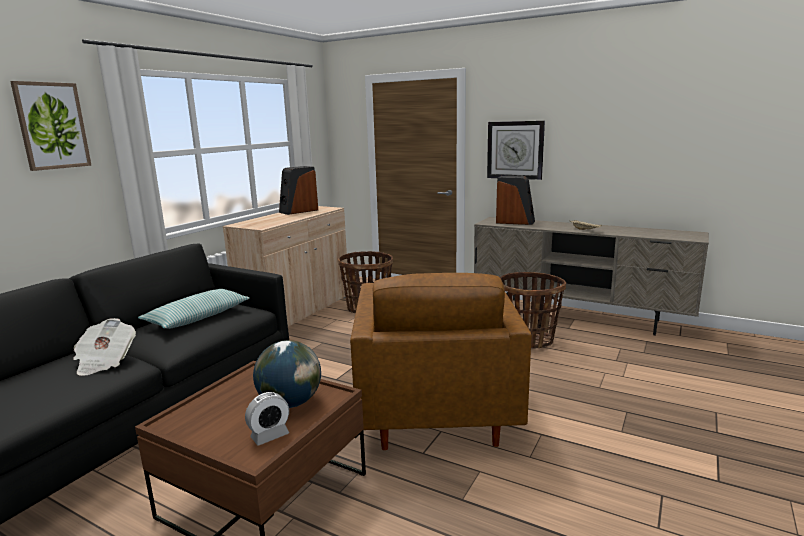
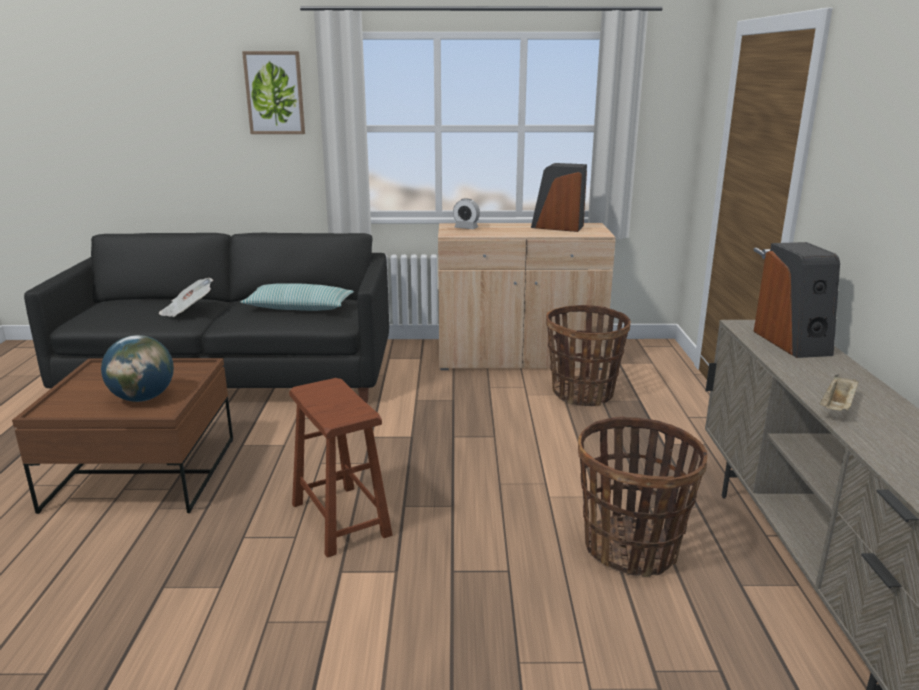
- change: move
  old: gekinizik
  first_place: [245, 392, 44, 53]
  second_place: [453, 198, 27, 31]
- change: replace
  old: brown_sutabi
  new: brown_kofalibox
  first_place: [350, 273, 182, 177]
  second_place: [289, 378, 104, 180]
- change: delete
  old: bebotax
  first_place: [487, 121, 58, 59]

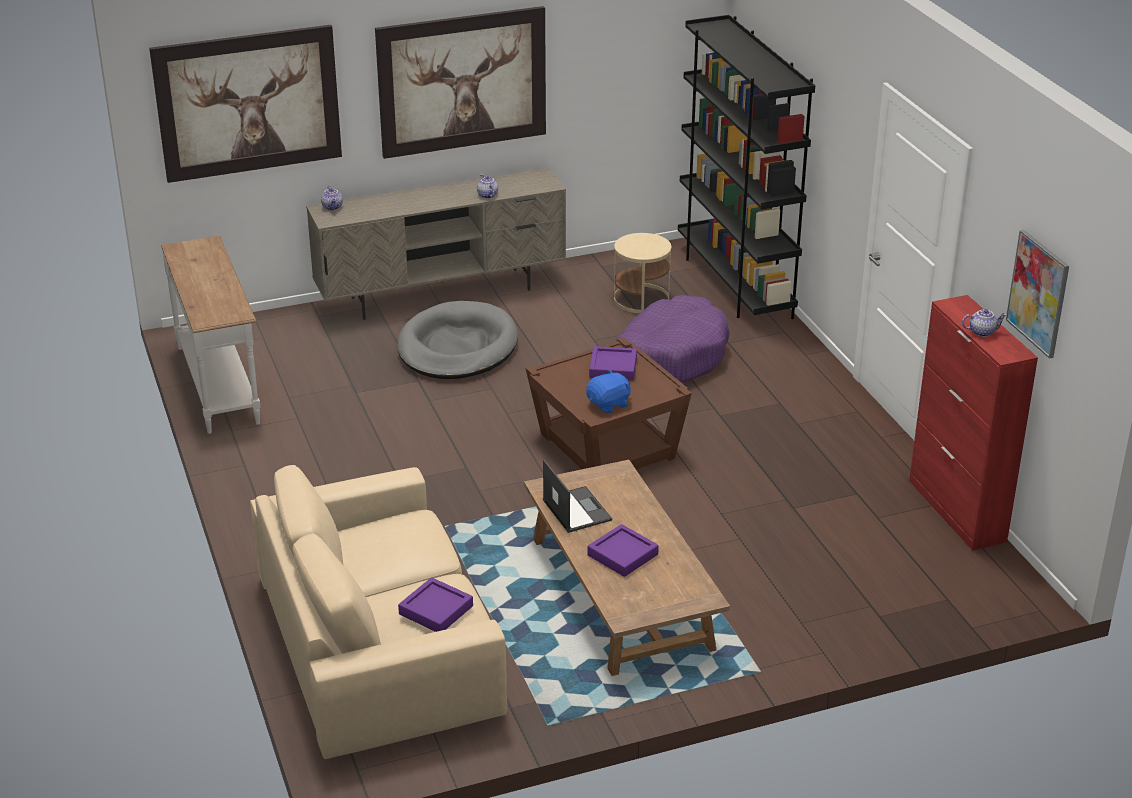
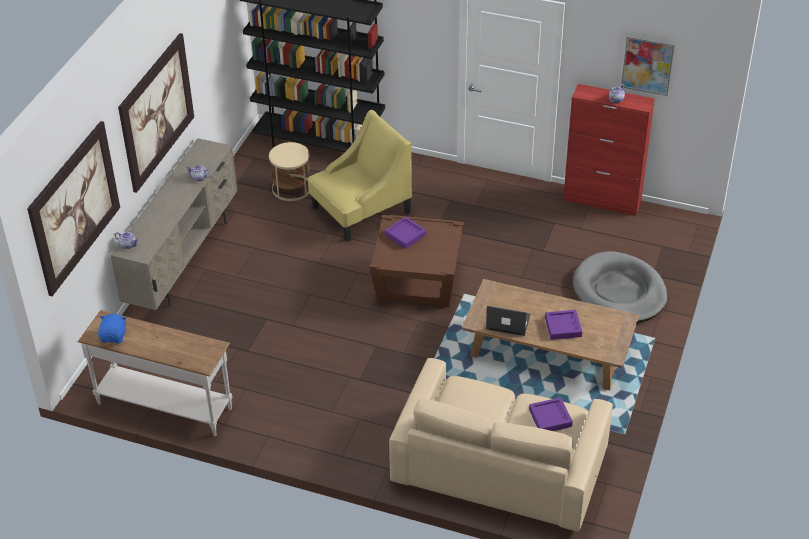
- change: move
  old: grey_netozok
  first_place: [397, 301, 121, 78]
  second_place: [573, 251, 94, 71]
- change: move
  old: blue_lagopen
  first_place: [586, 370, 45, 43]
  second_place: [98, 314, 28, 29]
- change: replace
  old: purple_netozok
  new: yellow_sutabi
  first_place: [616, 295, 114, 88]
  second_place: [308, 110, 104, 132]

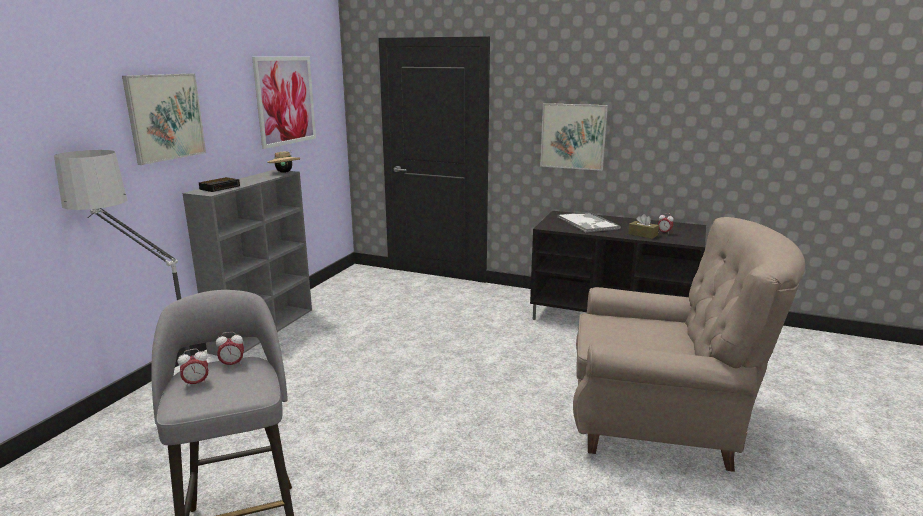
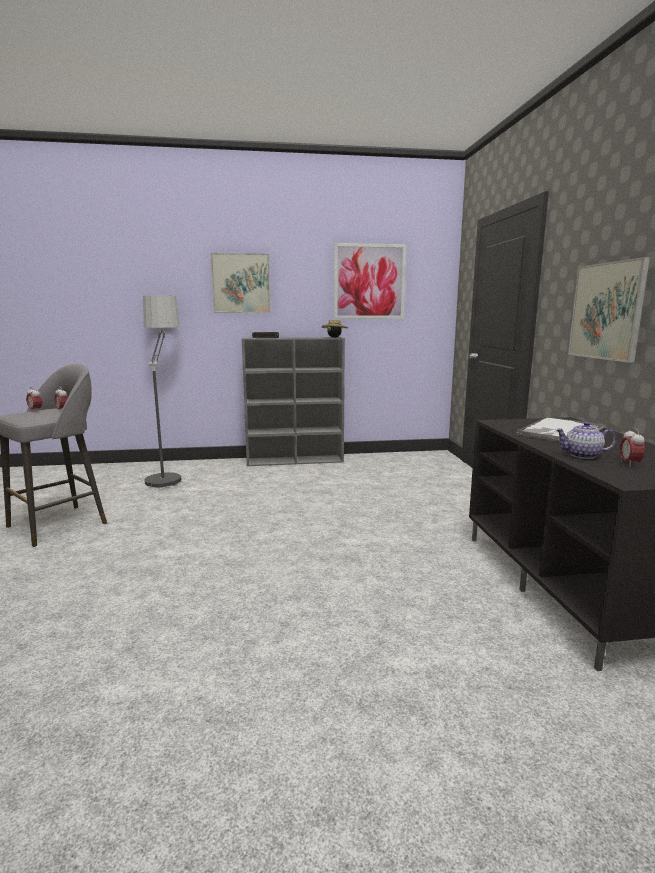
- change: delete
  old: beige_sutabi
  first_place: [573, 217, 232, 255]
- change: replace
  old: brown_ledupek
  new: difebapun
  first_place: [628, 214, 31, 25]
  second_place: [555, 422, 61, 37]

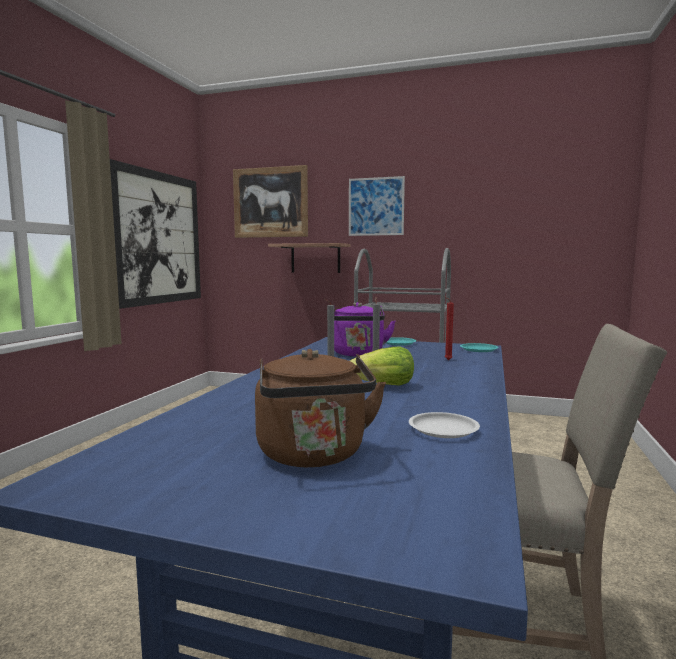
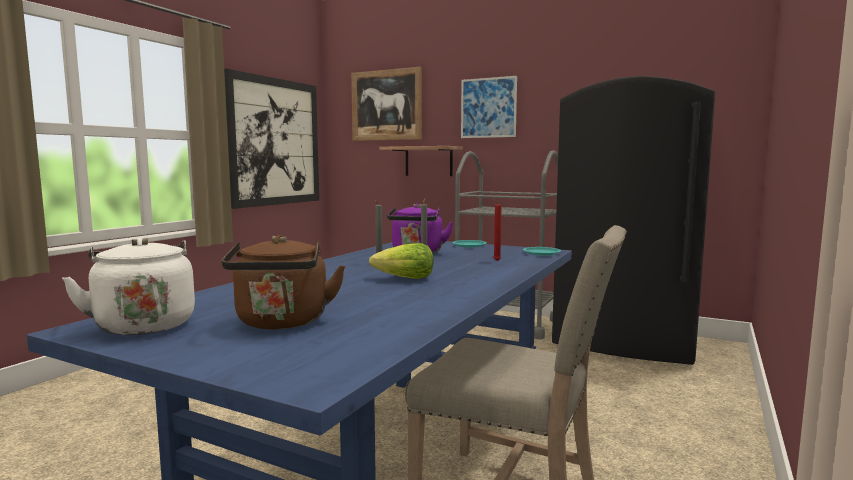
- change: delete
  old: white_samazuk
  first_place: [409, 412, 71, 26]
- change: insert
  new: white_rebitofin
  second_place: [62, 238, 133, 97]
- change: insert
  new: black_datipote
  second_place: [552, 76, 163, 289]

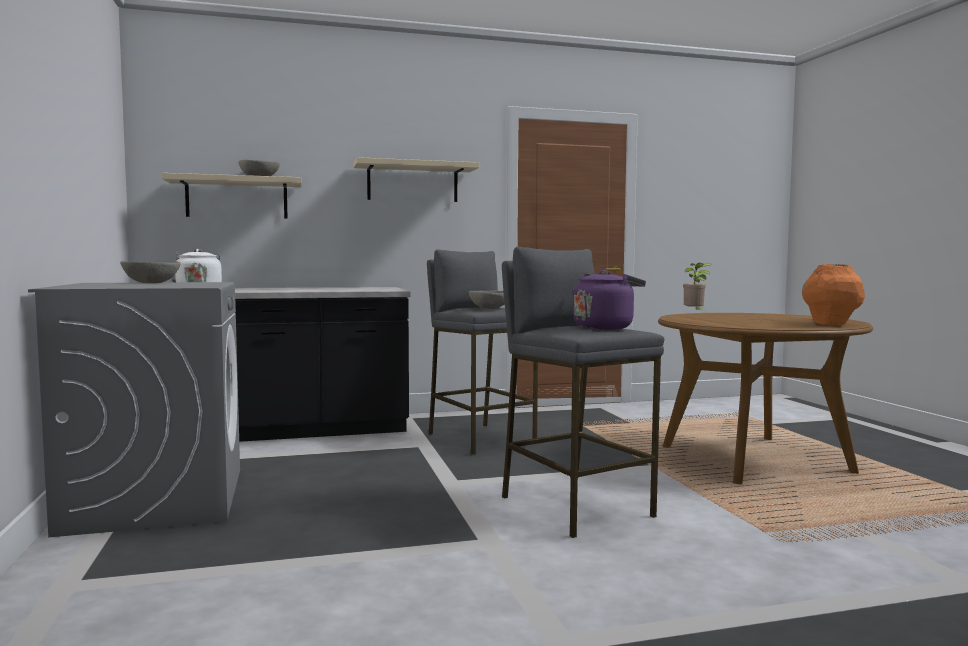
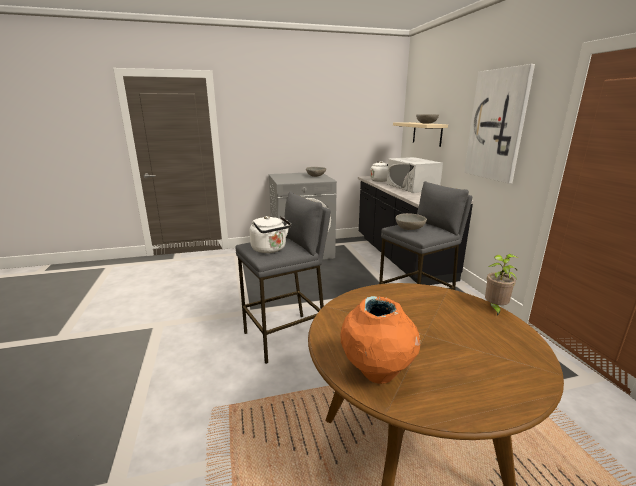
- change: replace
  old: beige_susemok
  new: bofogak
  first_place: [353, 157, 126, 45]
  second_place: [464, 64, 71, 120]
- change: recolor
  old: purple_rebitofin
  new: white_rebitofin
  first_place: [572, 270, 74, 60]
  second_place: [250, 216, 41, 37]
- change: insert
  new: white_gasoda
  second_place: [387, 157, 56, 36]

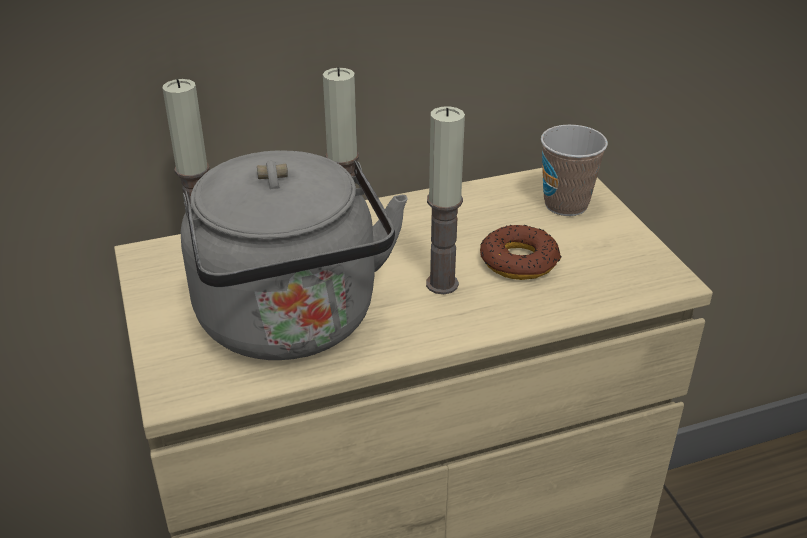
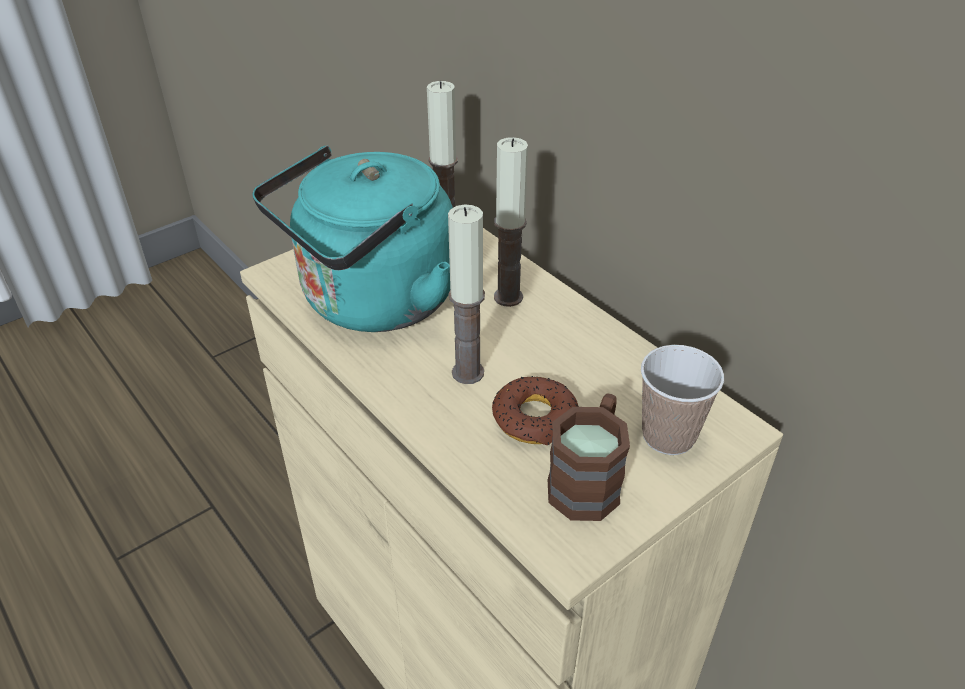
- change: recolor
  old: grey_rebitofin
  new: turquoise_rebitofin
  first_place: [181, 150, 227, 210]
  second_place: [252, 145, 201, 187]
- change: insert
  new: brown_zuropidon
  second_place: [548, 394, 82, 127]

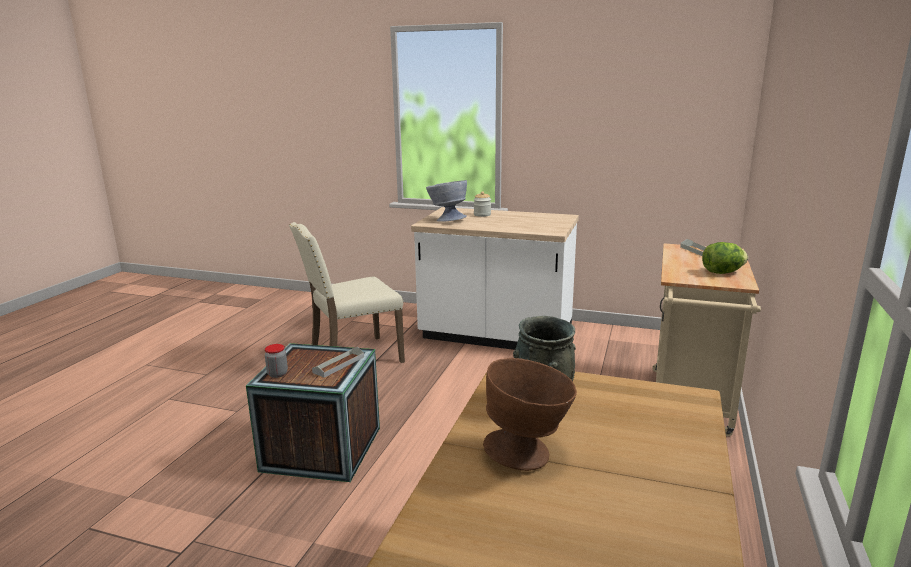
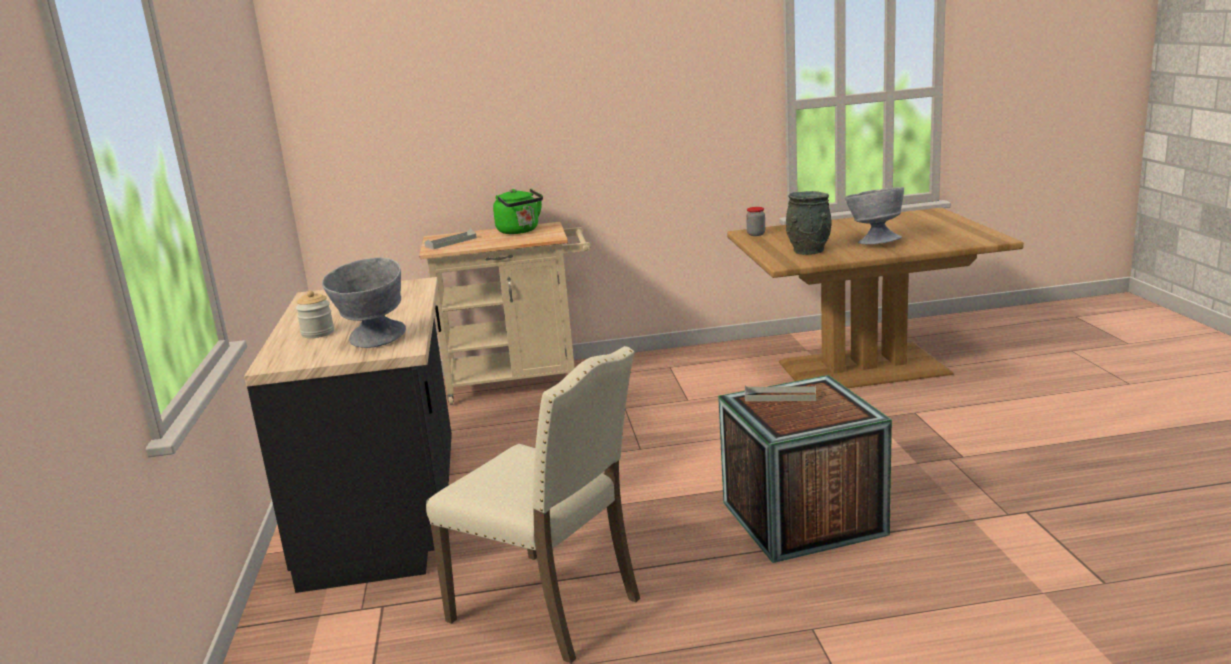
- change: move
  old: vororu
  first_place: [265, 344, 23, 34]
  second_place: [746, 207, 19, 29]
- change: recolor
  old: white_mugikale
  new: black_mugikale
  first_place: [411, 207, 168, 143]
  second_place: [244, 277, 208, 316]
- change: recolor
  old: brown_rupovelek
  new: grey_rupovelek
  first_place: [483, 358, 94, 113]
  second_place: [845, 187, 59, 57]
- change: replace
  old: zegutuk
  new: green_rebitofin
  first_place: [702, 242, 46, 32]
  second_place: [493, 189, 50, 45]

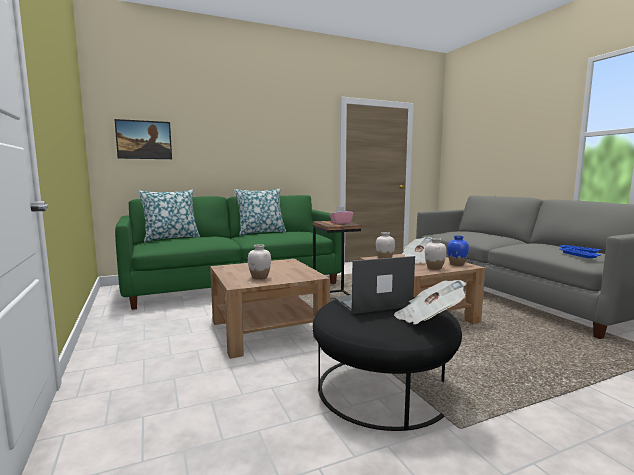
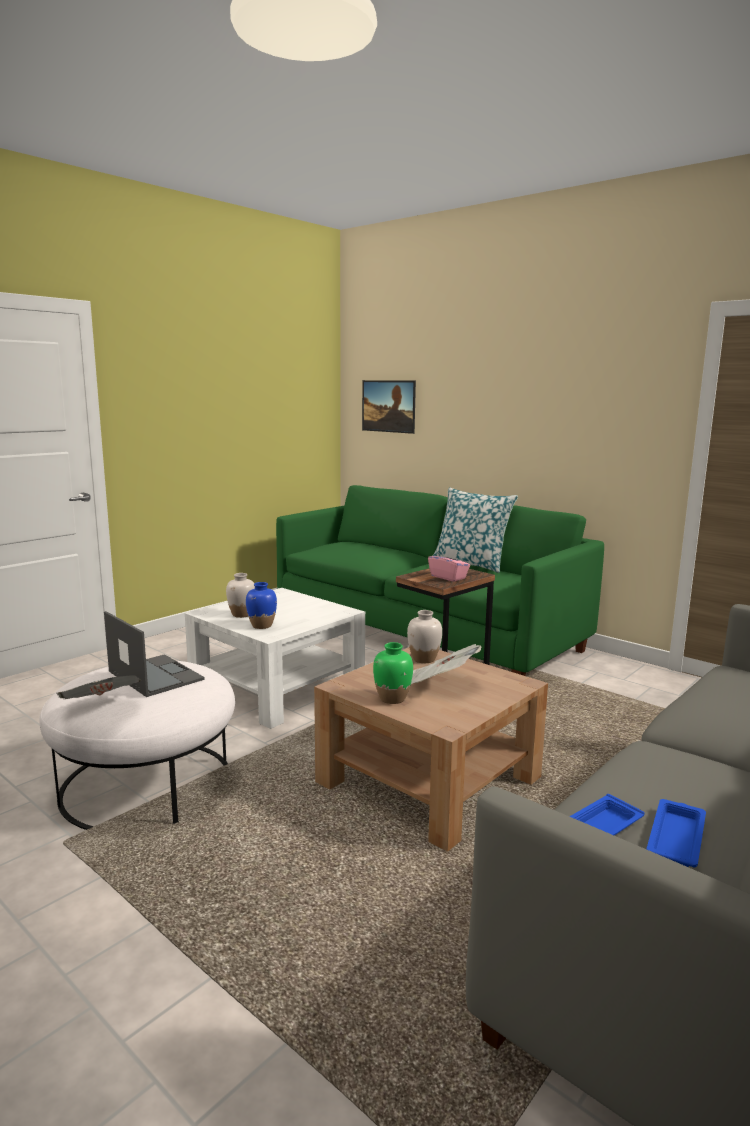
- change: delete
  old: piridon
  first_place: [138, 189, 62, 53]
- change: recolor
  old: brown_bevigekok
  new: white_bevigekok
  first_place: [210, 259, 120, 100]
  second_place: [185, 588, 180, 141]
- change: recolor
  old: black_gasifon
  new: white_gasifon
  first_place: [313, 297, 149, 134]
  second_place: [39, 661, 196, 169]
- change: recolor
  old: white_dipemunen
  new: green_dipemunen
  first_place: [425, 238, 22, 32]
  second_place: [373, 642, 40, 62]
- change: move
  old: blue_dipemunen
  first_place: [447, 236, 22, 30]
  second_place: [246, 582, 31, 47]

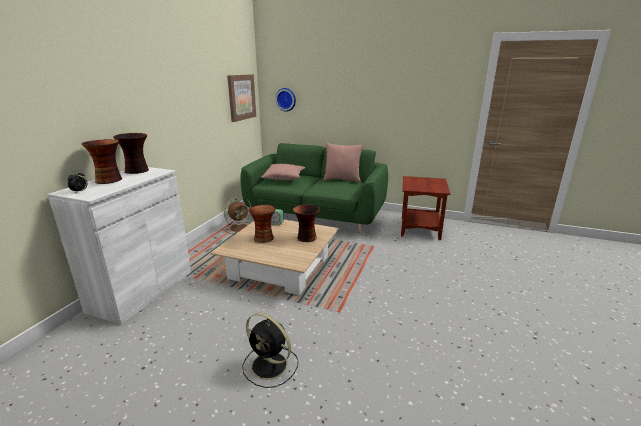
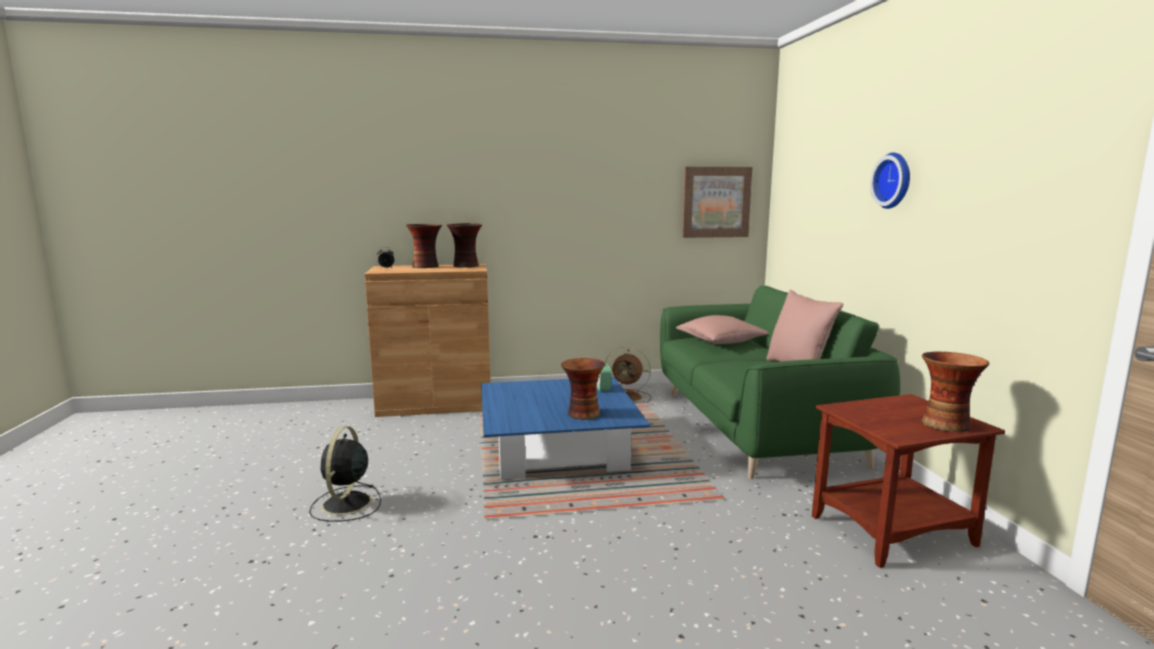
- change: recolor
  old: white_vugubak
  new: brown_vugubak
  first_place: [47, 167, 144, 158]
  second_place: [365, 264, 126, 153]
- change: recolor
  old: beige_bevigekok
  new: blue_bevigekok
  first_place: [210, 219, 129, 76]
  second_place: [481, 377, 169, 103]
- change: move
  old: dipemunen
  first_place: [248, 205, 27, 38]
  second_place: [922, 351, 67, 81]
- change: move
  old: bebotax
  first_place: [275, 88, 21, 24]
  second_place: [870, 153, 40, 56]

